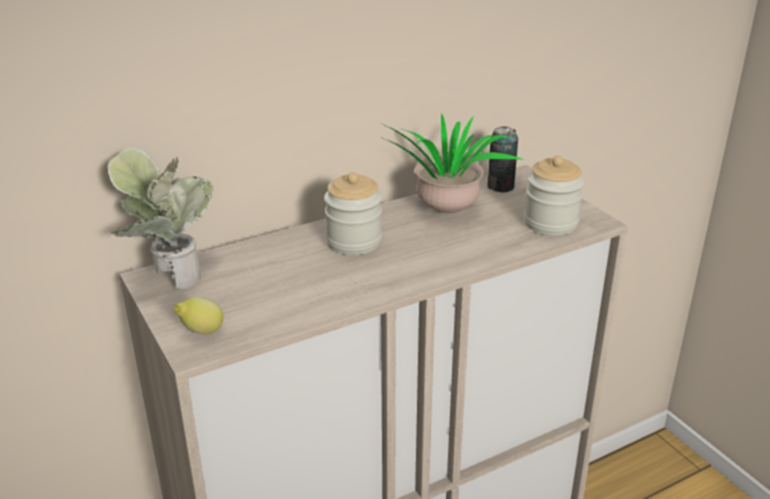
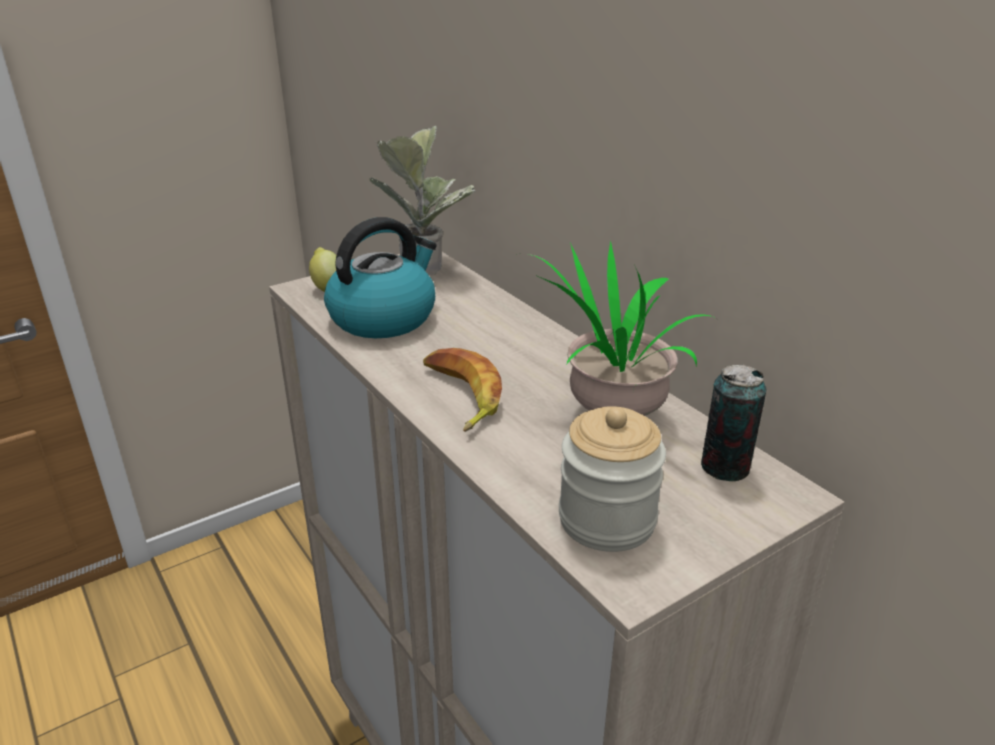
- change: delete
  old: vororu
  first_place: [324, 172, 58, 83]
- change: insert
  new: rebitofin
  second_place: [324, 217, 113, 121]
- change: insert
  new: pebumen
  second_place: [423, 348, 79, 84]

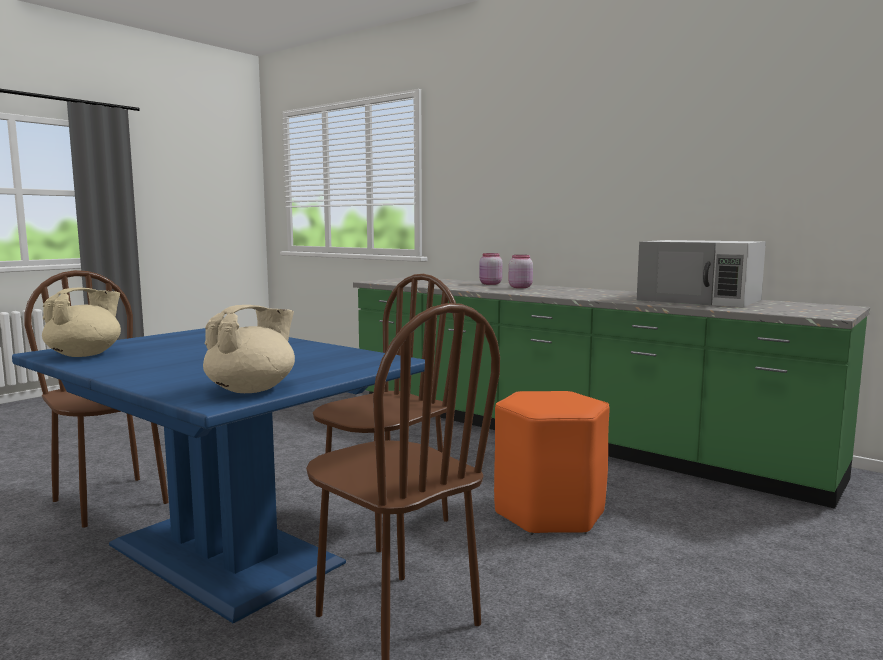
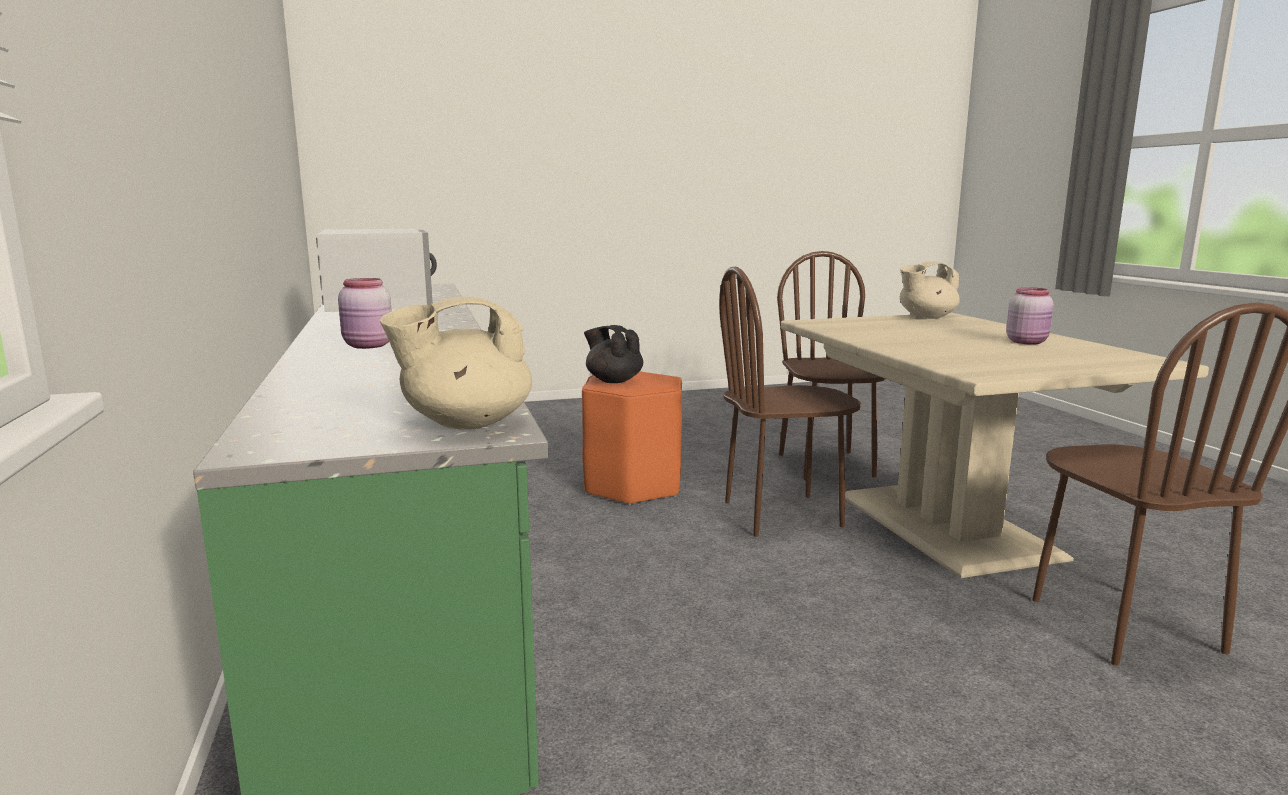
- change: recolor
  old: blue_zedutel
  new: beige_zedutel
  first_place: [12, 328, 413, 295]
  second_place: [781, 313, 428, 265]
- change: move
  old: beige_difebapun
  first_place: [42, 288, 79, 69]
  second_place: [380, 297, 152, 132]
- change: move
  old: pink_vororu
  first_place: [479, 253, 23, 32]
  second_place: [1006, 287, 47, 58]
- change: insert
  new: black_difebapun
  second_place: [584, 325, 59, 58]

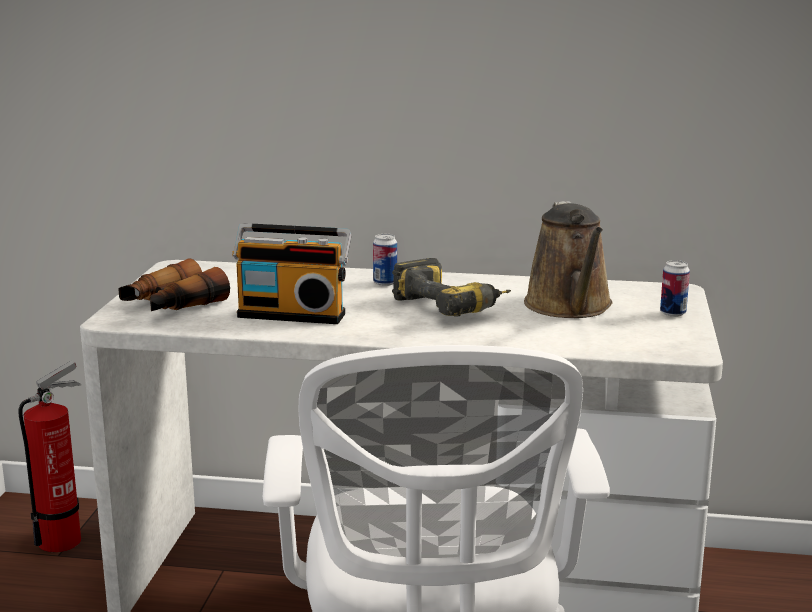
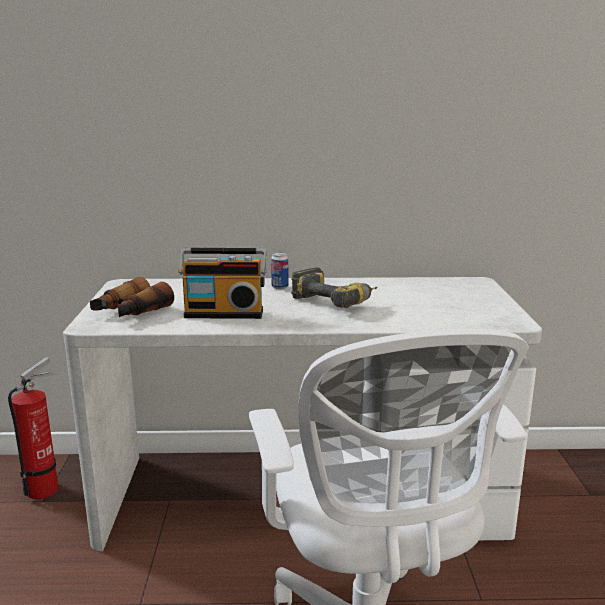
- change: delete
  old: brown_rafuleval
  first_place: [524, 201, 88, 117]
- change: delete
  old: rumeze
  first_place: [660, 260, 30, 57]

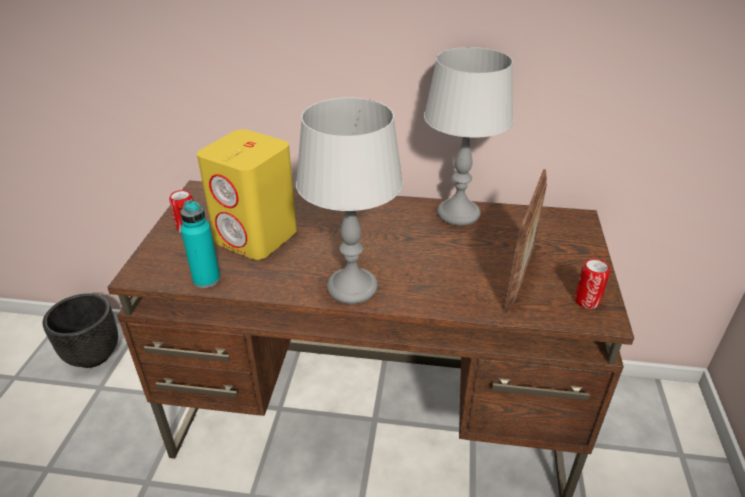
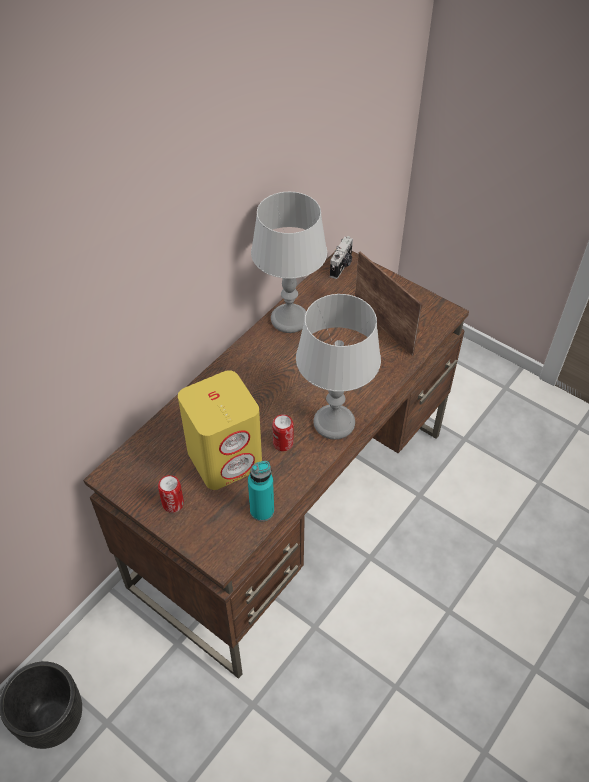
- change: move
  old: rumeze
  first_place: [574, 259, 36, 50]
  second_place: [272, 414, 22, 37]
- change: insert
  new: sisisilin
  second_place: [330, 236, 23, 43]

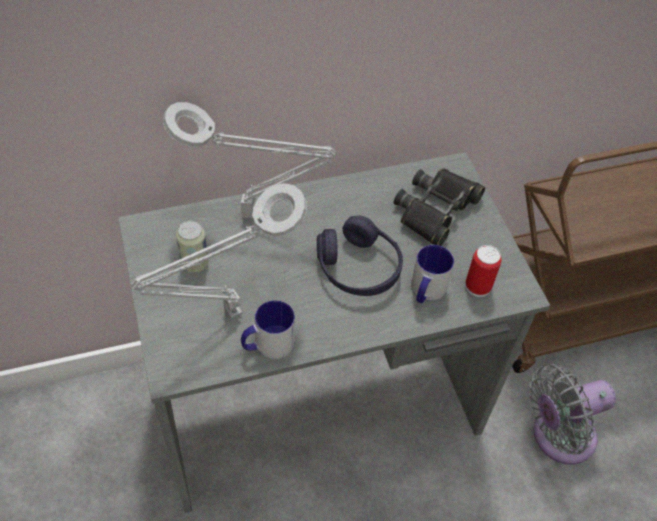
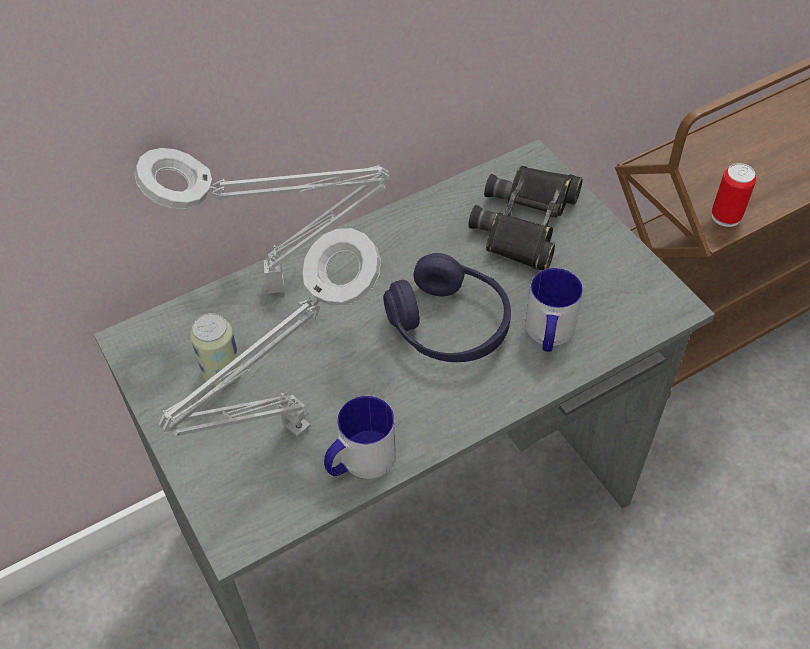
- change: move
  old: rumeze
  first_place: [465, 245, 37, 52]
  second_place: [712, 163, 44, 64]
- change: delete
  old: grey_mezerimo
  first_place: [530, 364, 86, 101]

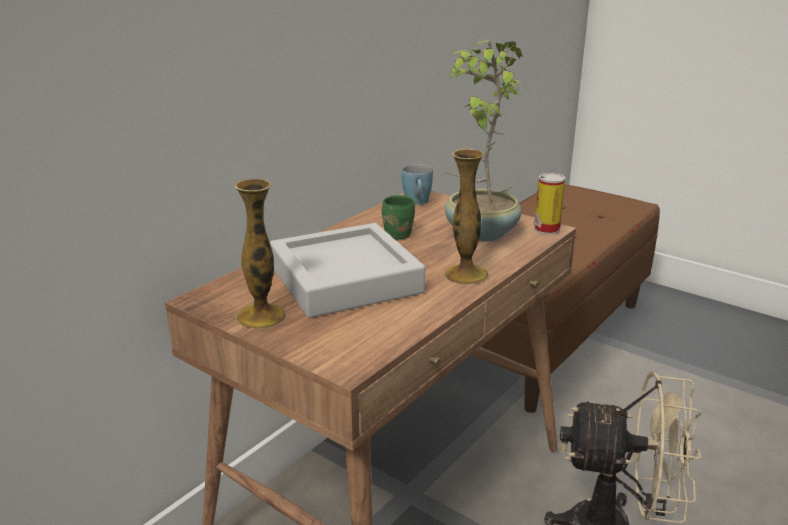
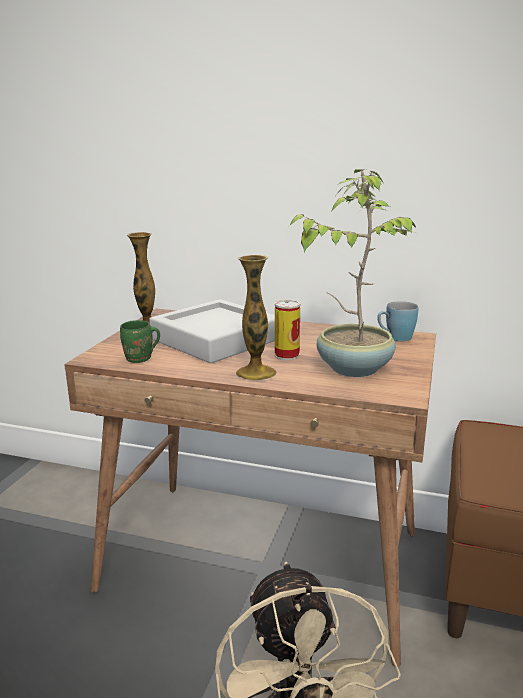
- change: move
  old: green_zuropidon
  first_place: [382, 195, 33, 44]
  second_place: [120, 320, 40, 43]
- change: move
  old: rumeze
  first_place: [534, 173, 31, 62]
  second_place: [275, 300, 25, 60]

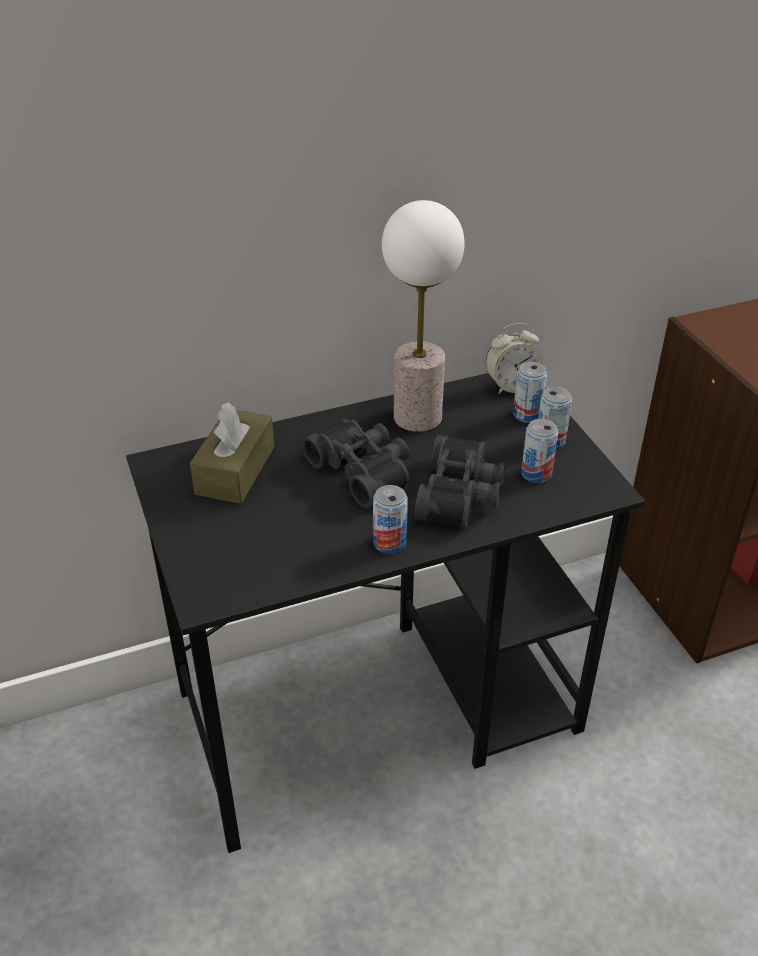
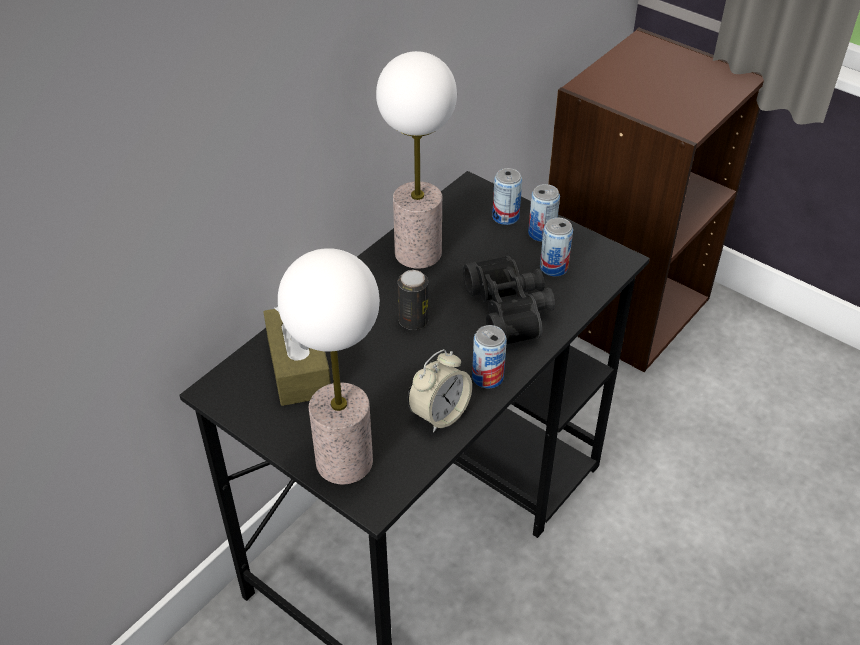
- change: replace
  old: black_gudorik
  new: rumeze
  first_place: [302, 419, 108, 90]
  second_place: [398, 270, 30, 60]
- change: move
  old: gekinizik
  first_place: [485, 323, 59, 71]
  second_place: [408, 349, 64, 83]
- change: insert
  new: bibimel
  second_place: [278, 248, 102, 237]

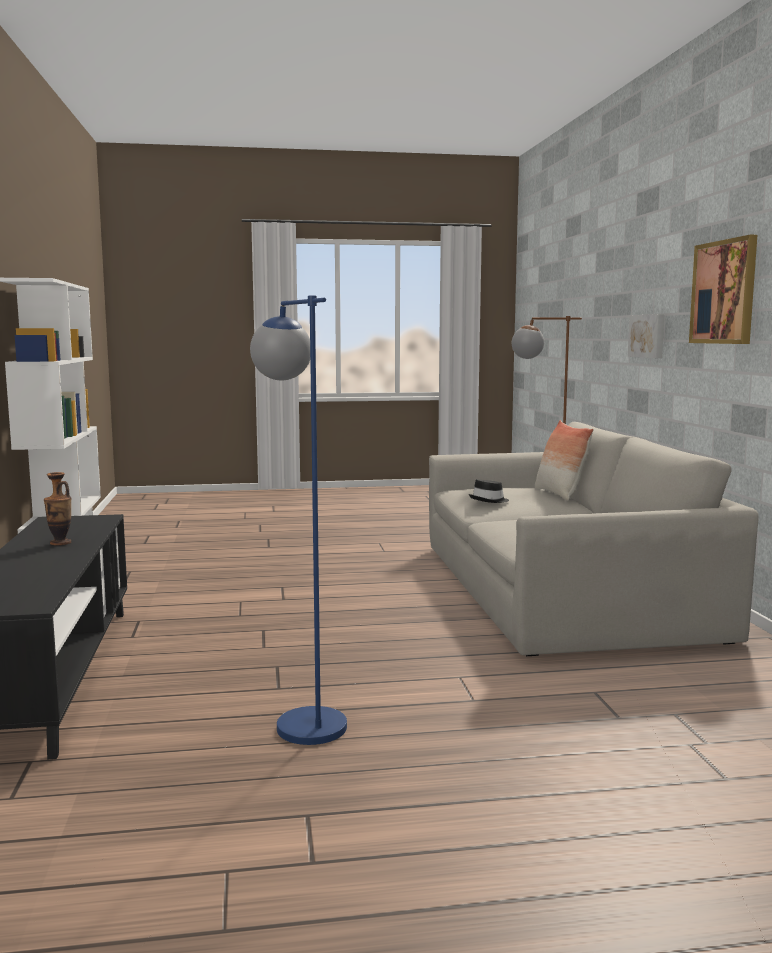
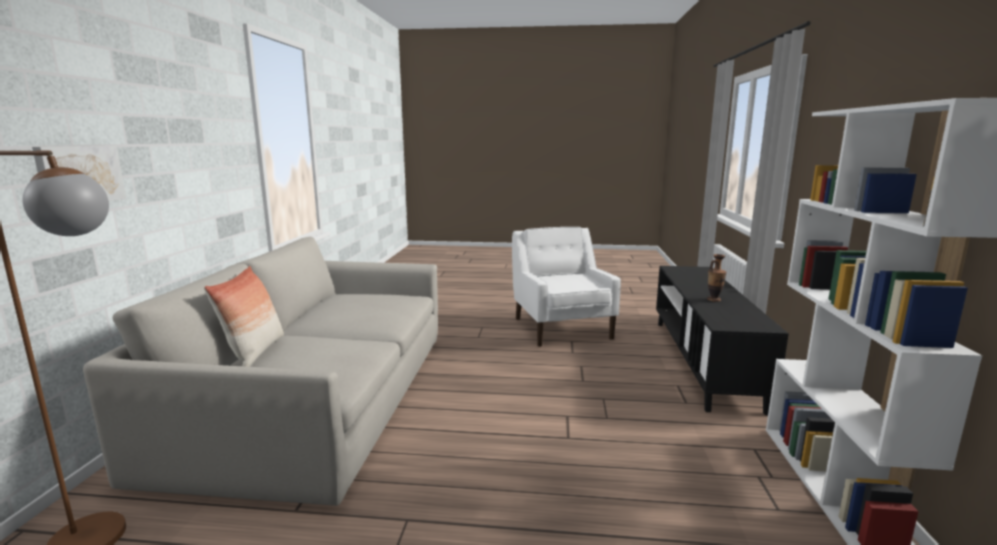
- change: replace
  old: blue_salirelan
  new: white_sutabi
  first_place: [250, 296, 97, 449]
  second_place: [512, 227, 109, 120]
- change: delete
  old: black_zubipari
  first_place: [469, 479, 40, 24]
- change: delete
  old: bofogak
  first_place: [689, 235, 68, 109]

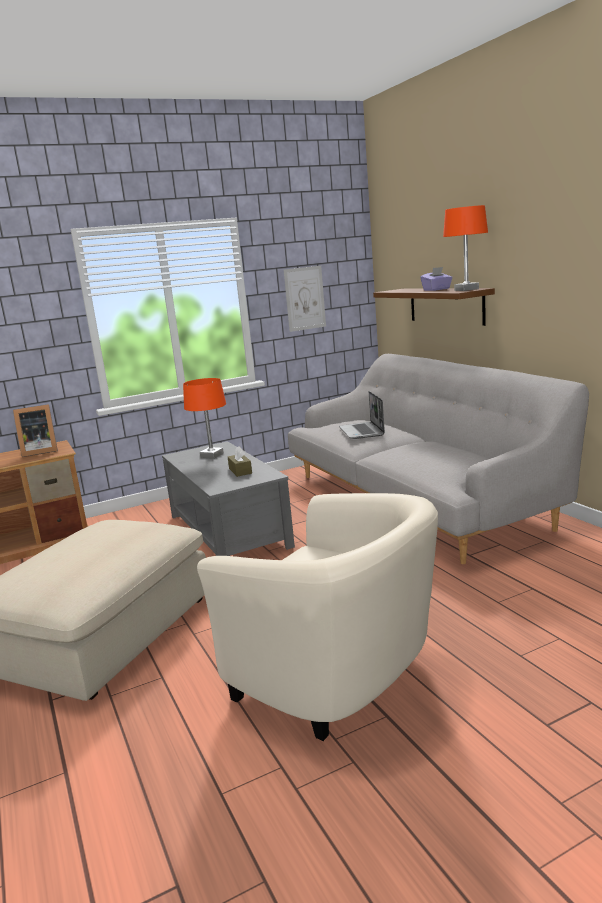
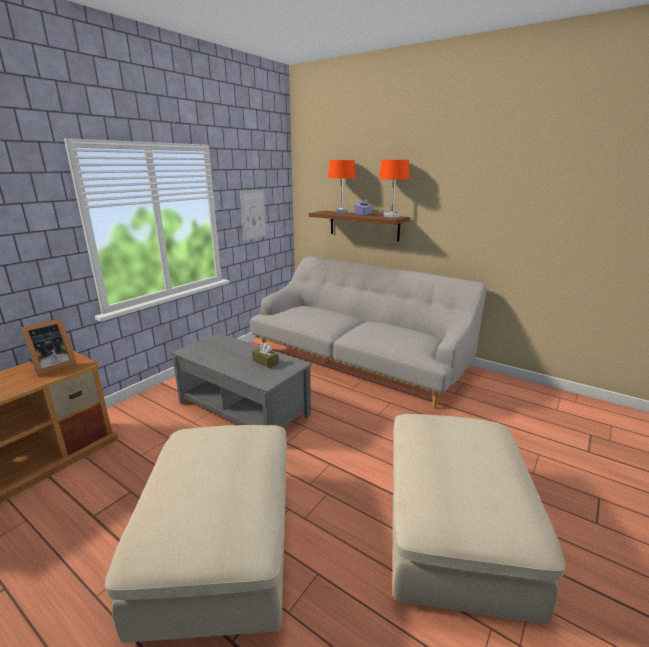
- change: move
  old: orange_bibimel
  first_place: [183, 378, 43, 81]
  second_place: [328, 160, 28, 54]
- change: replace
  old: beige_sutabi
  new: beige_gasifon
  first_place: [197, 493, 241, 248]
  second_place: [393, 414, 173, 210]
- change: delete
  old: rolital
  first_place: [339, 391, 46, 48]

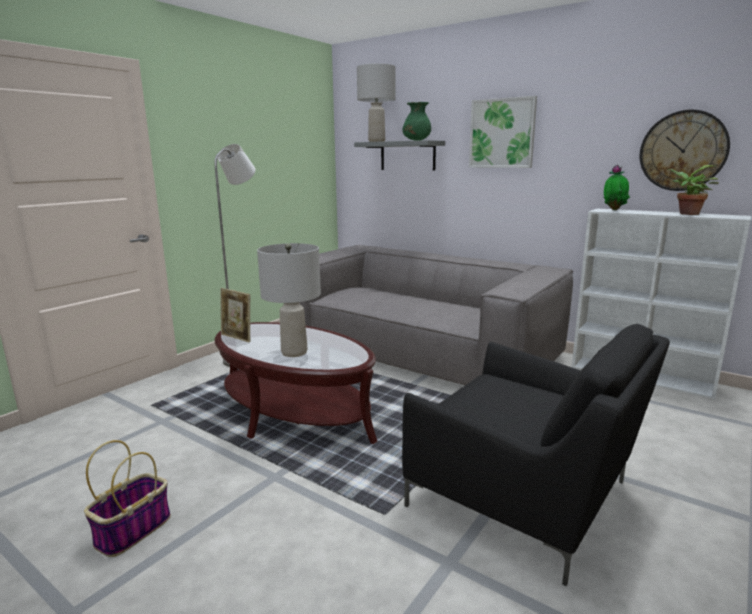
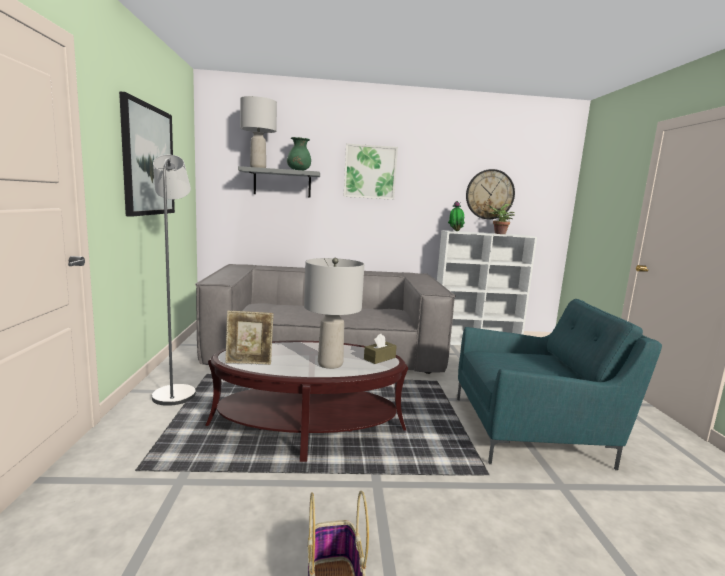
- change: recolor
  old: black_sutabi
  new: turquoise_sutabi
  first_place: [402, 324, 268, 262]
  second_place: [457, 299, 205, 171]
- change: insert
  new: bofogak
  second_place: [119, 91, 56, 126]
- change: insert
  new: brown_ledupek
  second_place: [364, 334, 33, 30]

